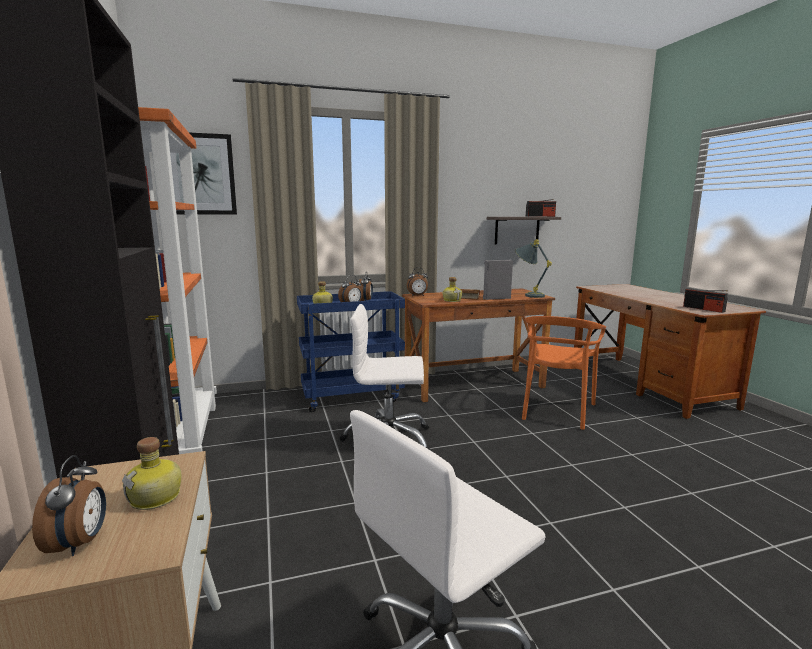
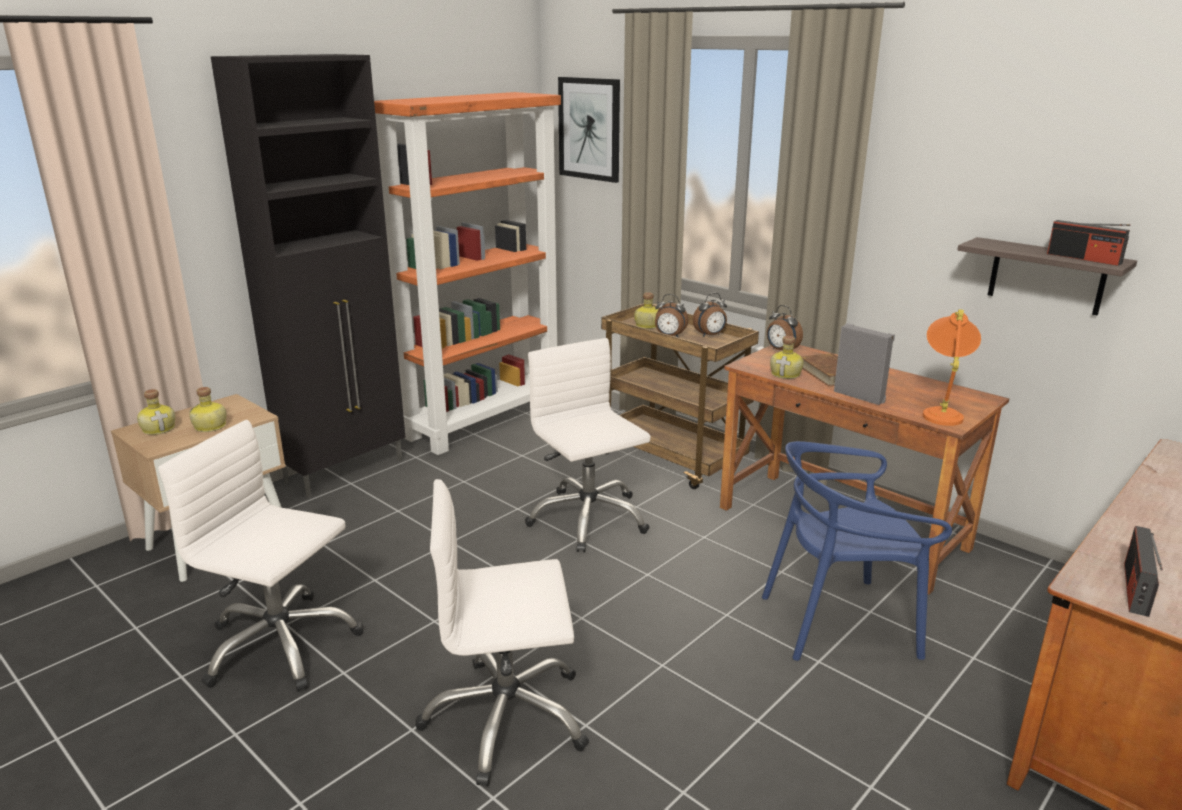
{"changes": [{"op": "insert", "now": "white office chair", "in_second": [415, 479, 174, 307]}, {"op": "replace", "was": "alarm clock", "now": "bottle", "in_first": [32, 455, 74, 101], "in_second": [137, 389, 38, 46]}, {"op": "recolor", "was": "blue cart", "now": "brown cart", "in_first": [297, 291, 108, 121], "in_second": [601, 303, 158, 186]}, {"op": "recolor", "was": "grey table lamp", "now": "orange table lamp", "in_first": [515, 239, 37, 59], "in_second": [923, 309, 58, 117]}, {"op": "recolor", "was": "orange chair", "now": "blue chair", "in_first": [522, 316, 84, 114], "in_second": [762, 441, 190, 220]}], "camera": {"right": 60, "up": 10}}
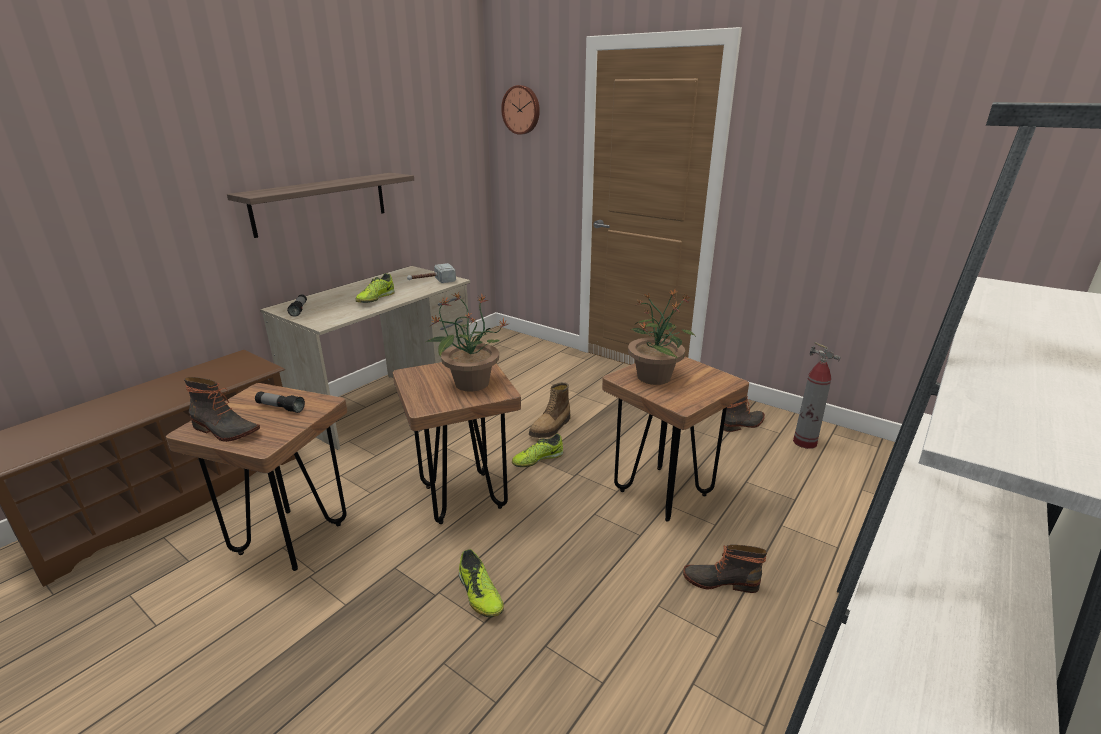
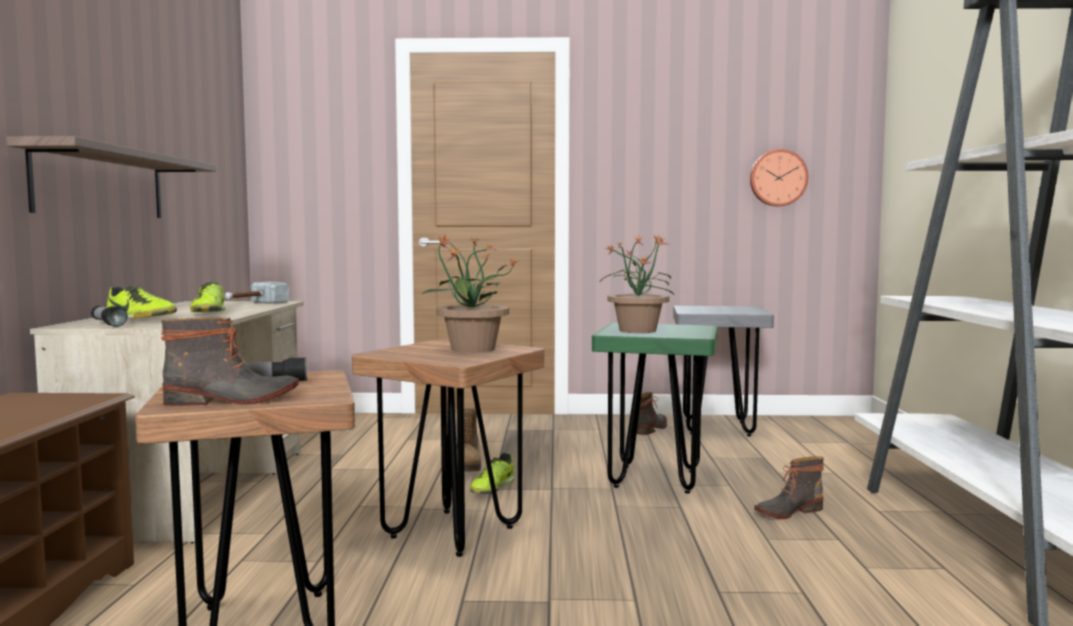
{"changes": [{"op": "move", "was": "shoe", "in_first": [459, 549, 45, 69], "in_second": [107, 286, 70, 32]}, {"op": "move", "was": "wall clock", "in_first": [501, 85, 39, 50], "in_second": [750, 149, 58, 57]}, {"op": "replace", "was": "fire extinguisher", "now": "grey stool", "in_first": [793, 342, 48, 107], "in_second": [673, 306, 101, 130]}, {"op": "recolor", "was": "brown stool", "now": "green stool", "in_first": [602, 356, 147, 166], "in_second": [592, 323, 126, 171]}], "camera": {"right": -35, "up": -20}}
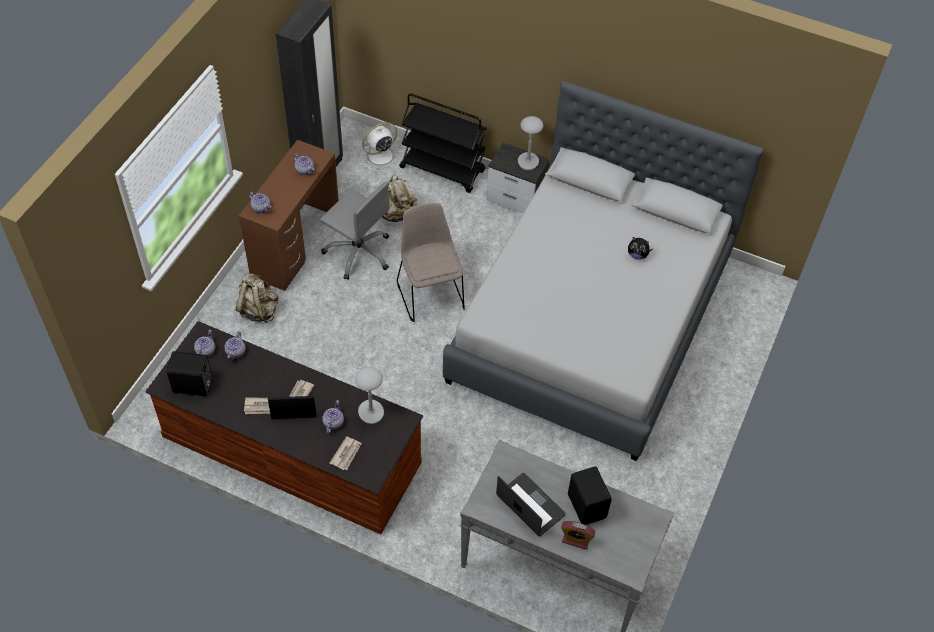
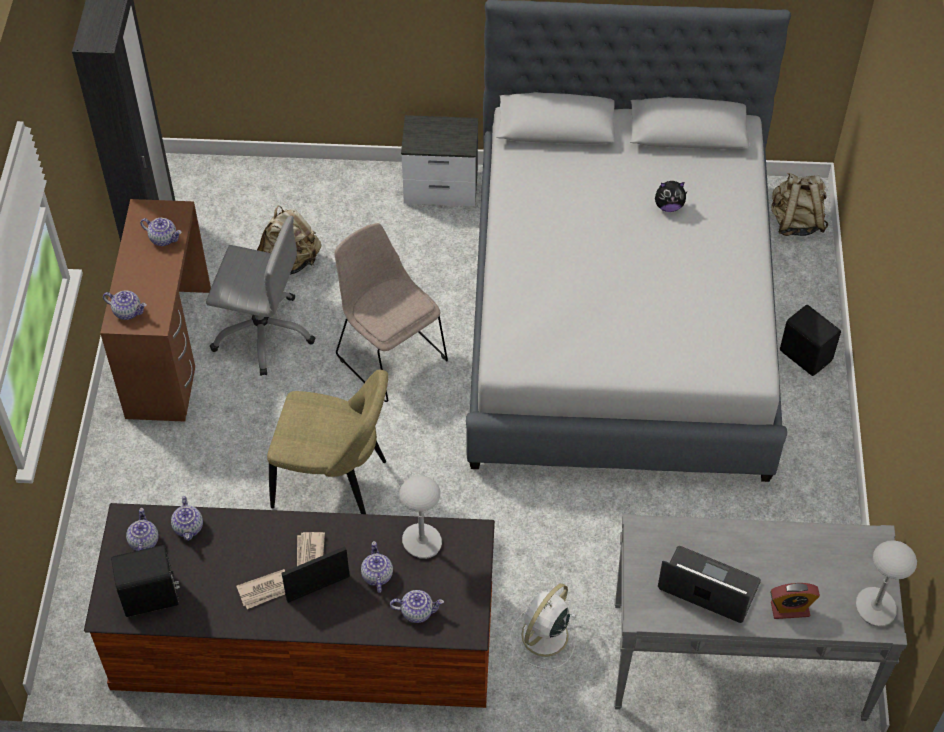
{"changes": [{"op": "delete", "was": "black cart", "in_first": [399, 93, 88, 100]}, {"op": "insert", "now": "beige chair", "in_second": [267, 370, 121, 144]}, {"op": "move", "was": "beige backpack", "in_first": [236, 274, 43, 49], "in_second": [771, 173, 57, 63]}, {"op": "move", "was": "white fan", "in_first": [361, 122, 41, 49], "in_second": [510, 583, 66, 86]}, {"op": "move", "was": "grey table lamp", "in_first": [518, 116, 25, 54], "in_second": [856, 540, 61, 87]}, {"op": "move", "was": "black speaker", "in_first": [568, 466, 44, 59], "in_second": [780, 305, 61, 71]}, {"op": "replace", "was": "newspaper", "now": "teapot", "in_first": [330, 436, 32, 34], "in_second": [390, 590, 54, 33]}], "camera": {"right": -20, "up": 0}}
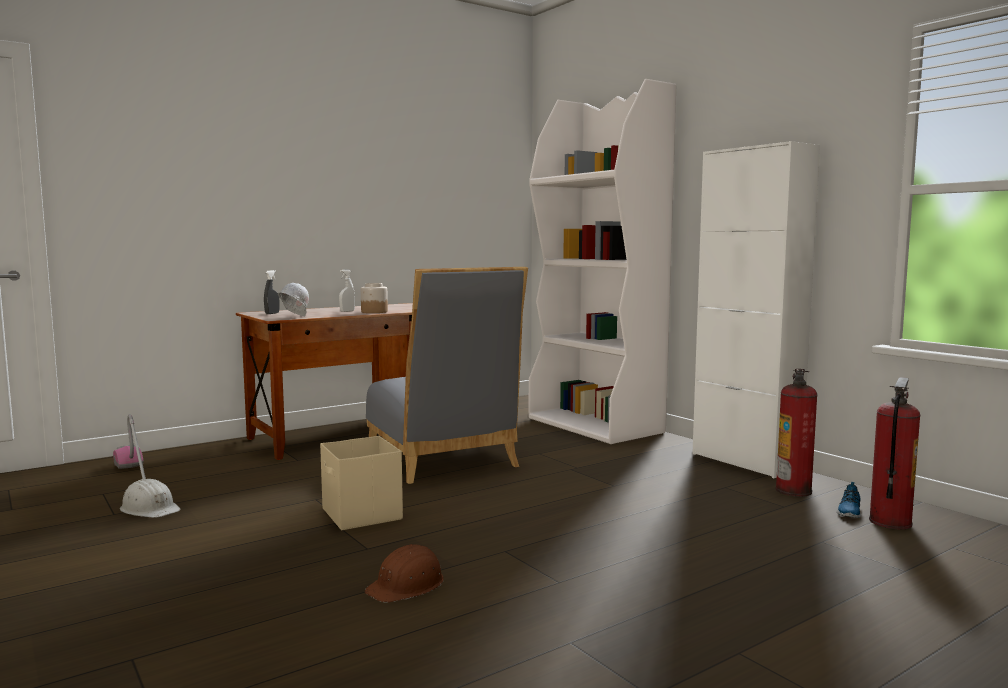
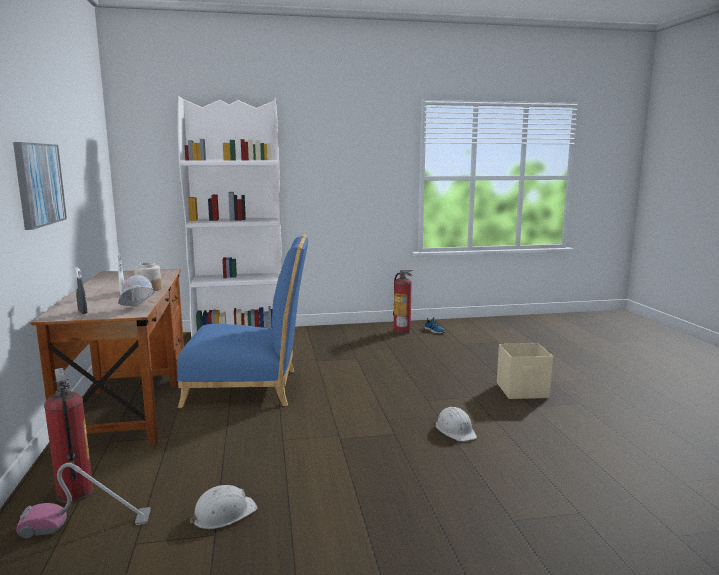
{"changes": [{"op": "delete", "was": "white cabinet", "in_first": [692, 141, 128, 337]}, {"op": "insert", "now": "picture", "in_second": [13, 142, 54, 88]}, {"op": "move", "was": "beige storage box", "in_first": [320, 436, 83, 94], "in_second": [497, 343, 56, 56]}, {"op": "move", "was": "fire extinguisher", "in_first": [869, 377, 51, 152], "in_second": [44, 368, 50, 135]}, {"op": "recolor", "was": "brown hard hat", "now": "white hard hat", "in_first": [365, 544, 79, 59], "in_second": [435, 407, 42, 35]}, {"op": "recolor", "was": "grey chair", "now": "blue chair", "in_first": [366, 267, 162, 217], "in_second": [177, 235, 131, 173]}], "camera": {"right": -65, "up": 5}}
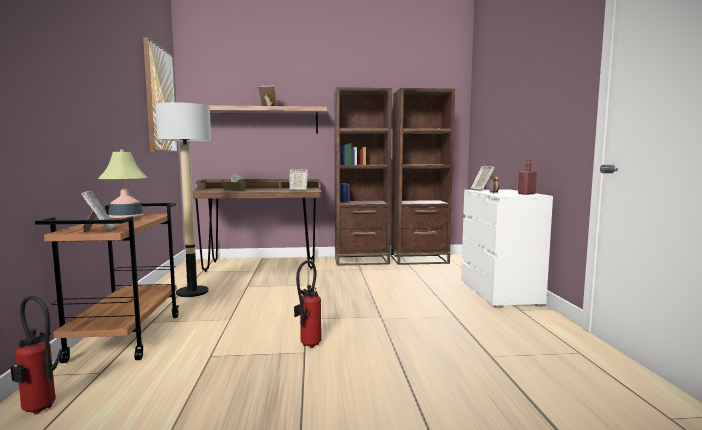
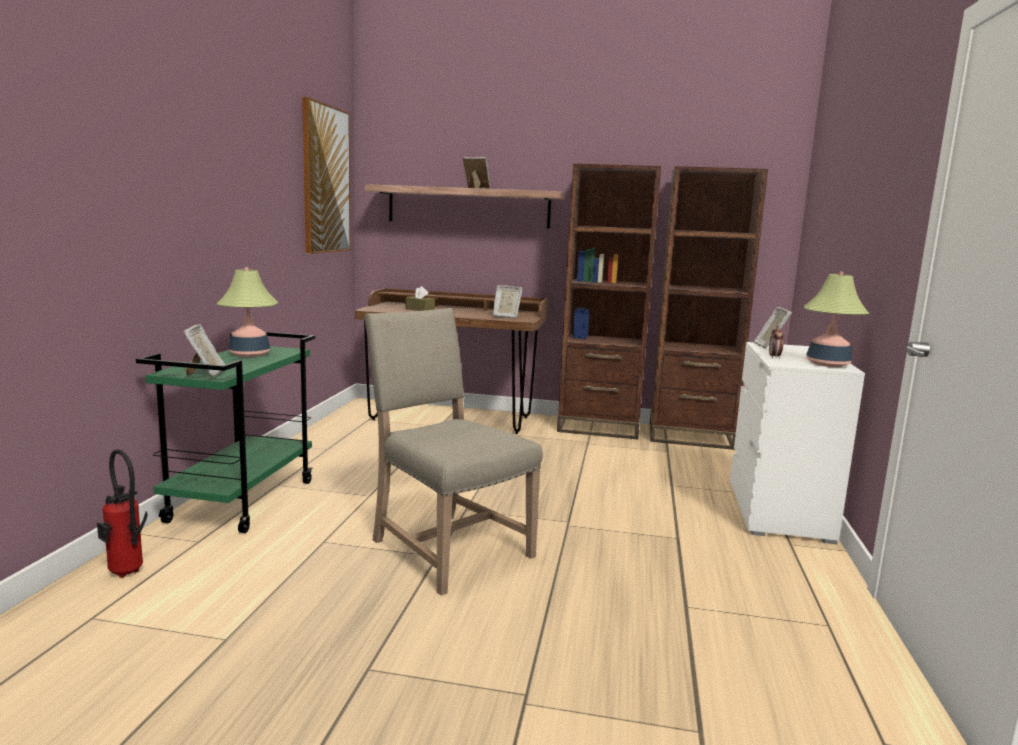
{"changes": [{"op": "delete", "was": "floor lamp", "in_first": [155, 102, 56, 195]}, {"op": "replace", "was": "fire extinguisher", "now": "beige chair", "in_first": [294, 260, 27, 88], "in_second": [364, 308, 179, 288]}, {"op": "replace", "was": "red bottle", "now": "table lamp", "in_first": [518, 159, 19, 36], "in_second": [804, 271, 65, 96]}, {"op": "recolor", "was": "brown cart", "now": "green cart", "in_first": [35, 203, 144, 160], "in_second": [136, 332, 179, 201]}], "camera": {"right": 15, "up": 5}}
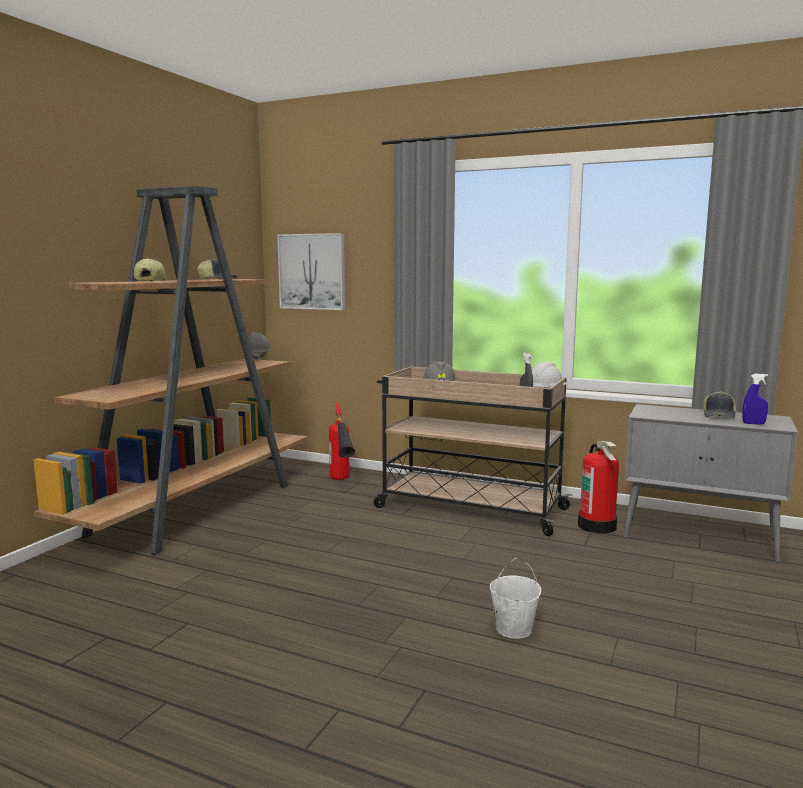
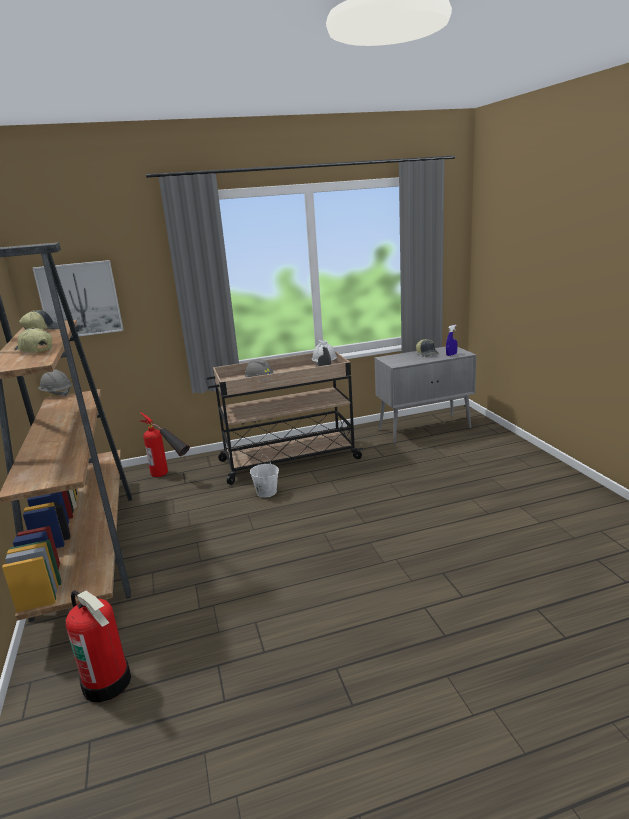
{"changes": [{"op": "move", "was": "white bucket", "in_first": [490, 558, 51, 81], "in_second": [250, 455, 29, 43]}, {"op": "move", "was": "fire extinguisher", "in_first": [578, 441, 41, 93], "in_second": [66, 590, 65, 112]}], "camera": {"right": -40, "up": 10}}
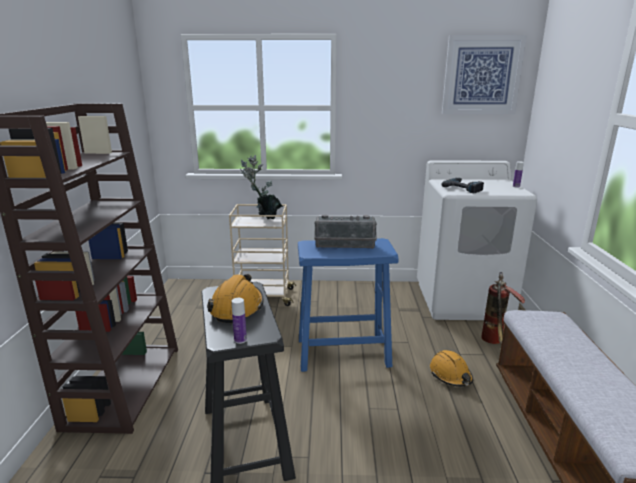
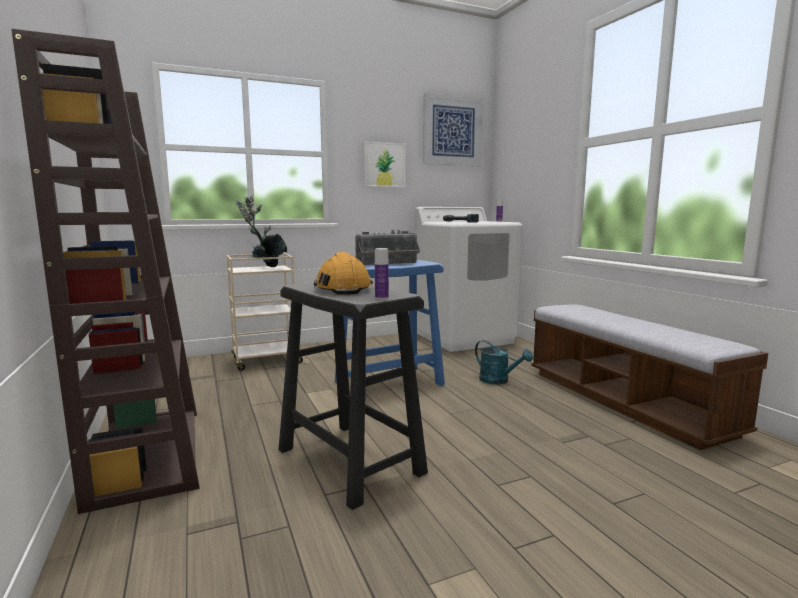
{"changes": [{"op": "delete", "was": "fire extinguisher", "in_first": [481, 272, 44, 72]}, {"op": "insert", "now": "picture", "in_second": [364, 141, 41, 46]}, {"op": "replace", "was": "orange hard hat", "now": "turquoise watering can", "in_first": [430, 350, 43, 37], "in_second": [475, 340, 58, 44]}], "camera": {"right": -25, "up": -10}}
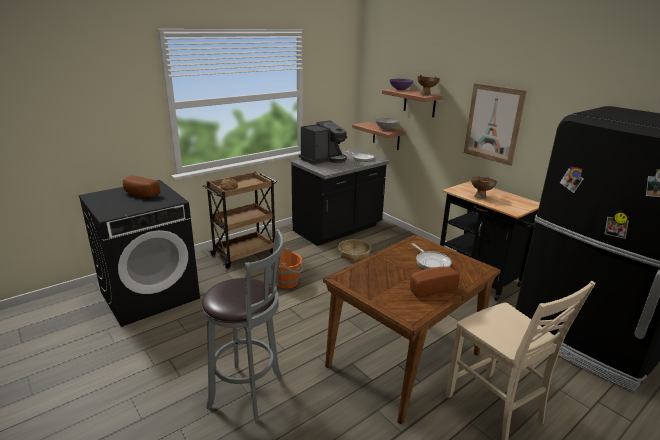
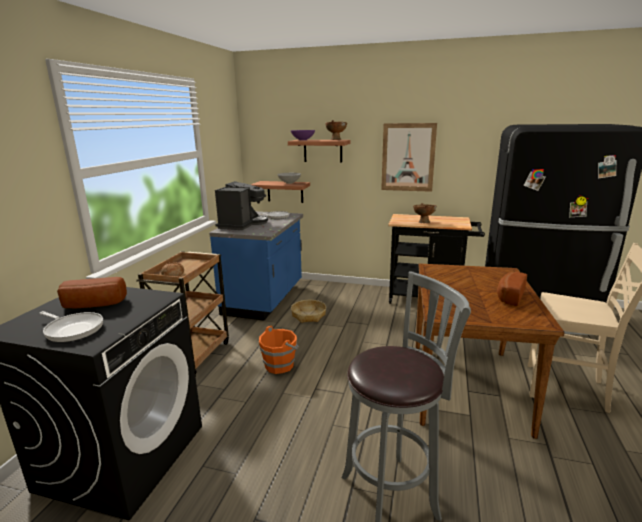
{"changes": [{"op": "move", "was": "frying pan", "in_first": [412, 243, 40, 26], "in_second": [39, 311, 64, 31]}, {"op": "recolor", "was": "black counter", "now": "blue counter", "in_first": [291, 148, 99, 98], "in_second": [209, 211, 94, 110]}], "camera": {"right": -35, "up": -5}}
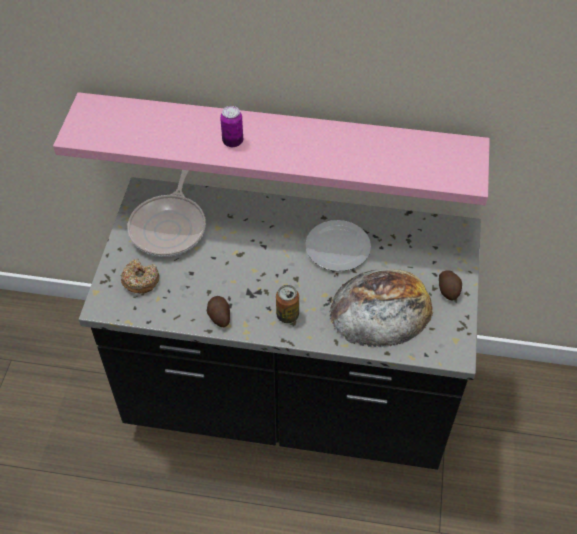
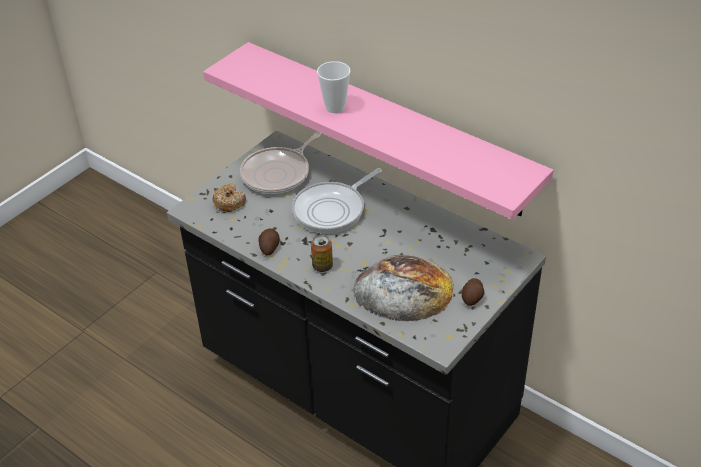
{"changes": [{"op": "delete", "was": "plate", "in_first": [306, 220, 65, 51]}, {"op": "insert", "now": "frying pan", "in_second": [292, 168, 90, 66]}, {"op": "replace", "was": "can", "now": "cup", "in_first": [220, 106, 23, 41], "in_second": [317, 61, 34, 52]}], "camera": {"right": 30, "up": -10}}
